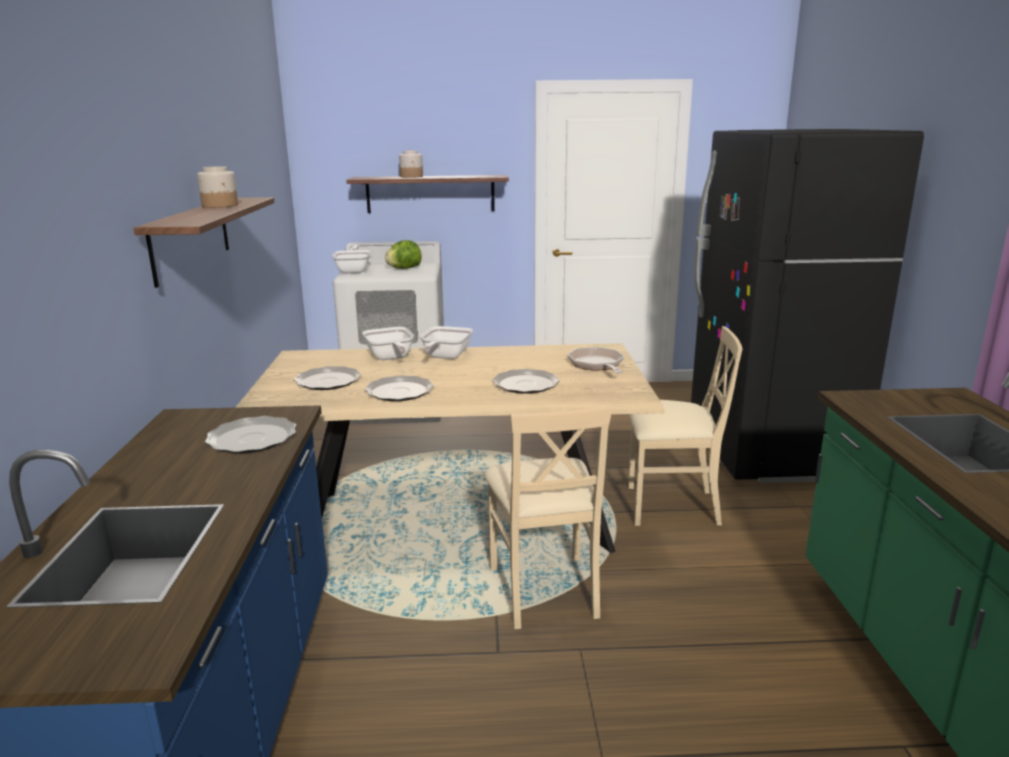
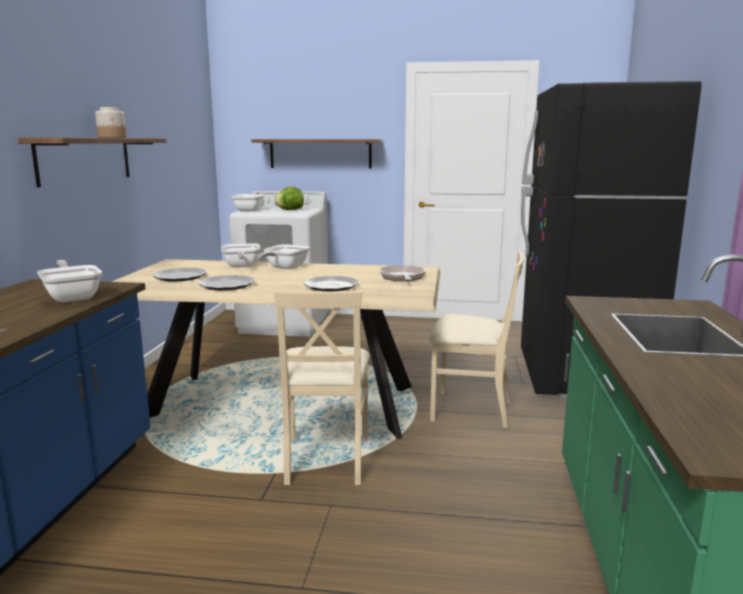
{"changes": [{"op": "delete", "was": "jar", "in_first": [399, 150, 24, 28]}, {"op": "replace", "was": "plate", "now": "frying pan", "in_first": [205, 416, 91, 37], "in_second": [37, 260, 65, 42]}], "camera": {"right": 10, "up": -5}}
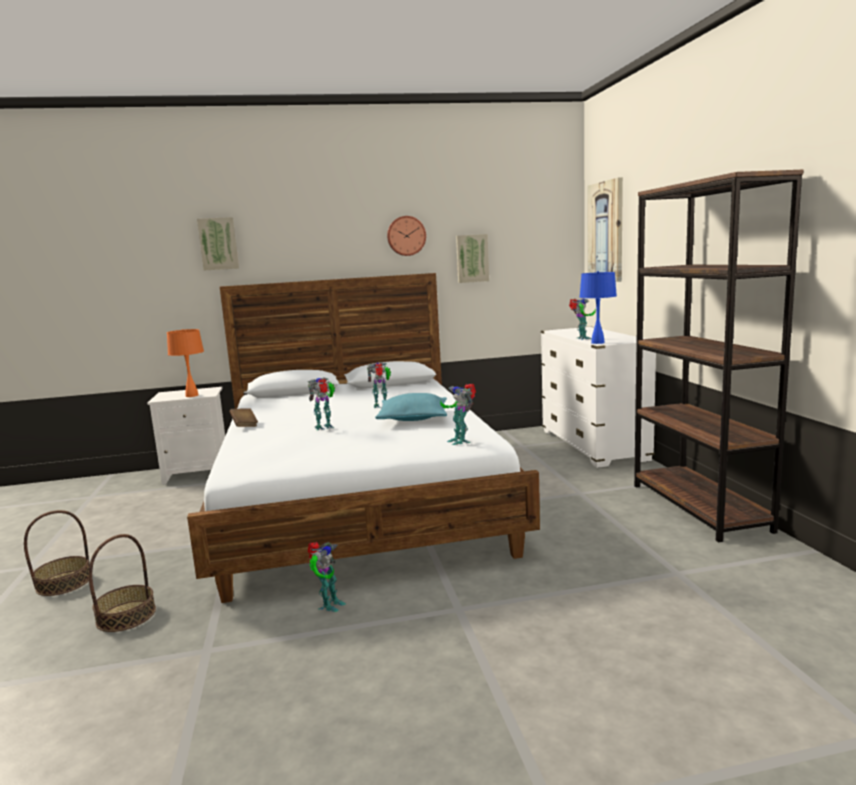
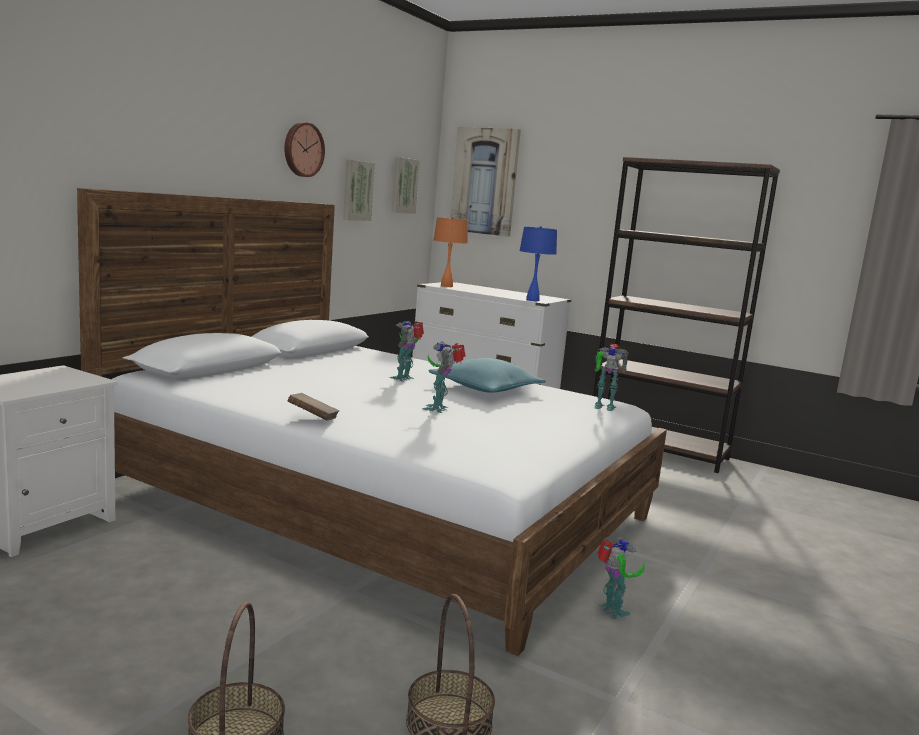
{"changes": [{"op": "delete", "was": "toy robot", "in_first": [569, 299, 27, 41]}, {"op": "move", "was": "orange table lamp", "in_first": [167, 329, 37, 68], "in_second": [433, 217, 35, 70]}, {"op": "move", "was": "picture", "in_first": [197, 217, 42, 54], "in_second": [391, 157, 29, 57]}], "camera": {"right": -50, "up": 0}}
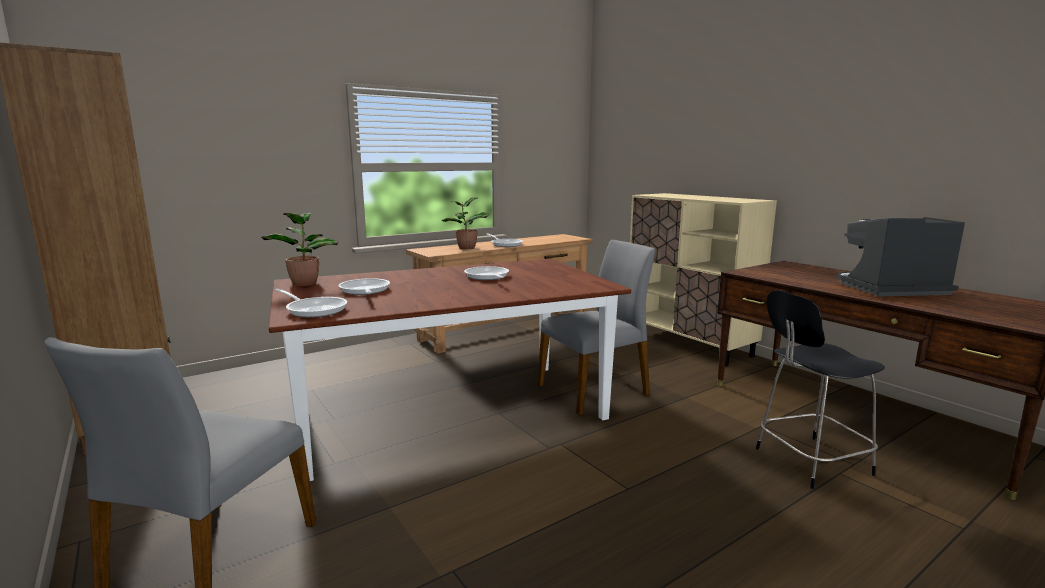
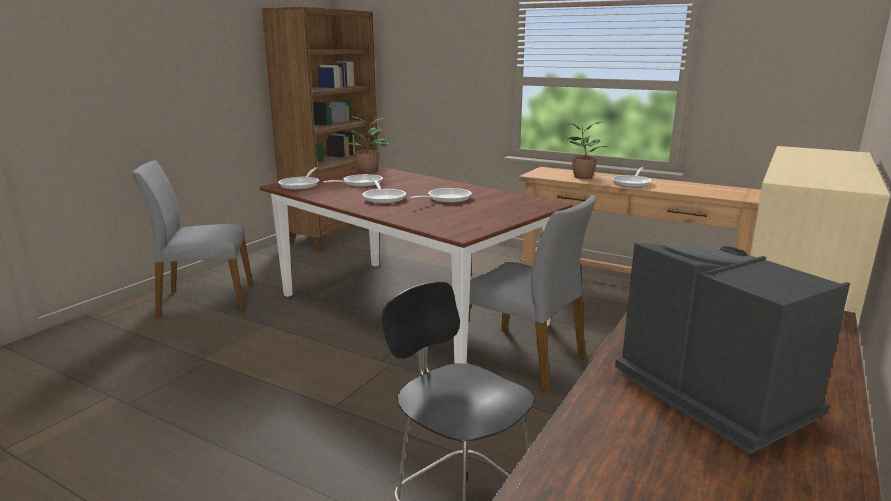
{"changes": [{"op": "insert", "now": "frying pan", "in_second": [362, 179, 44, 25]}], "camera": {"right": 65, "up": 5}}
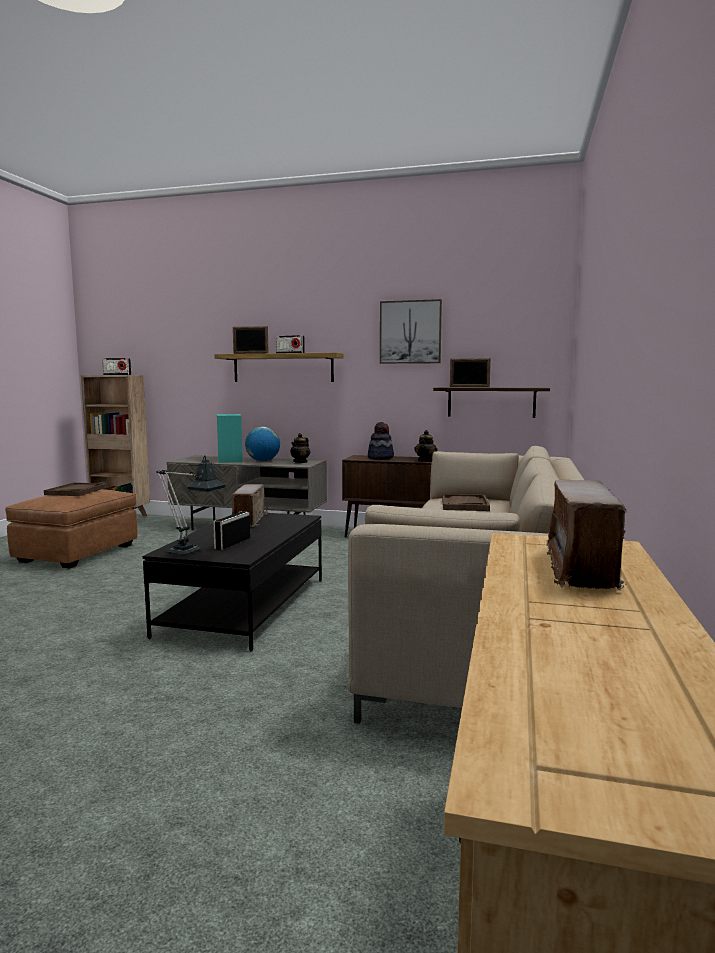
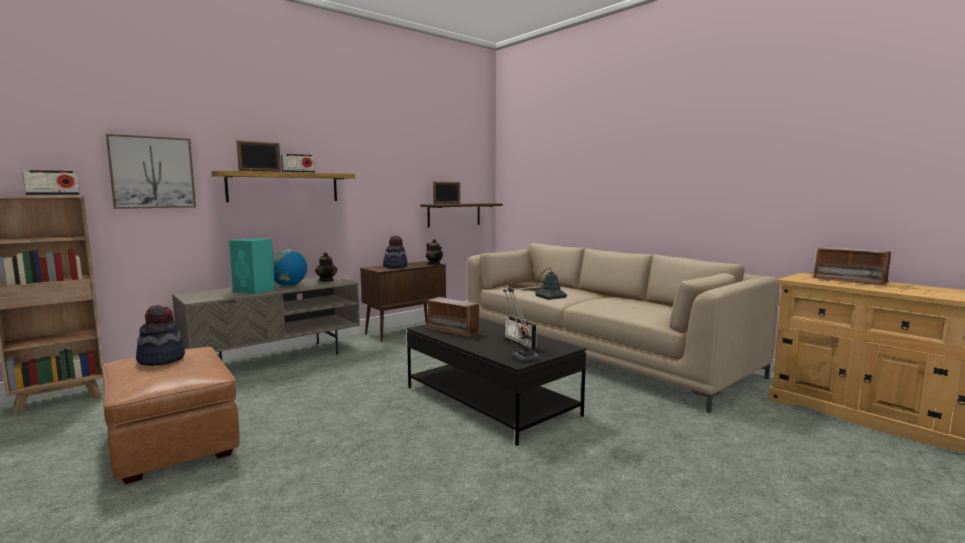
{"changes": [{"op": "move", "was": "picture", "in_first": [380, 299, 62, 65], "in_second": [106, 134, 90, 75]}, {"op": "replace", "was": "brown tray", "now": "hat", "in_first": [44, 482, 63, 14], "in_second": [136, 305, 49, 61]}], "camera": {"right": -55, "up": 0}}
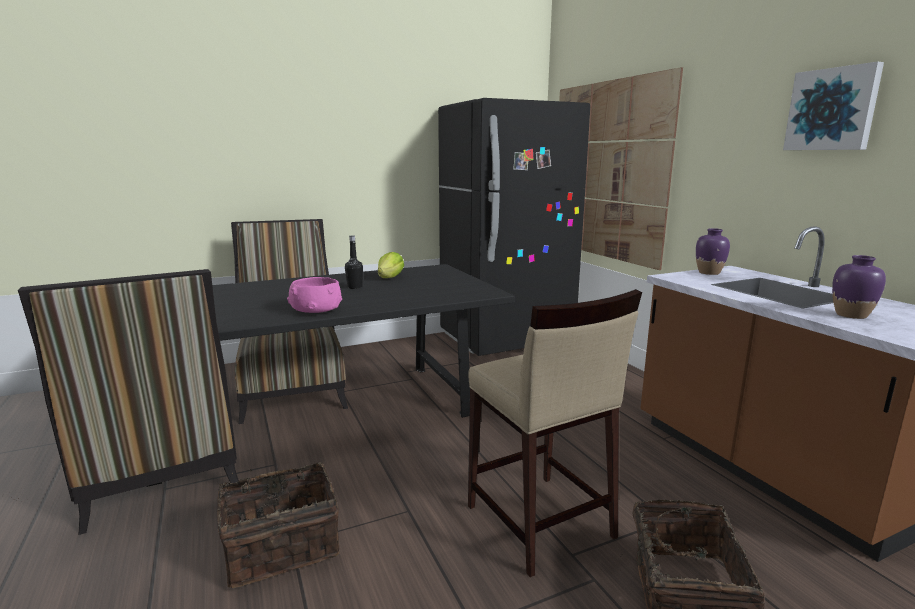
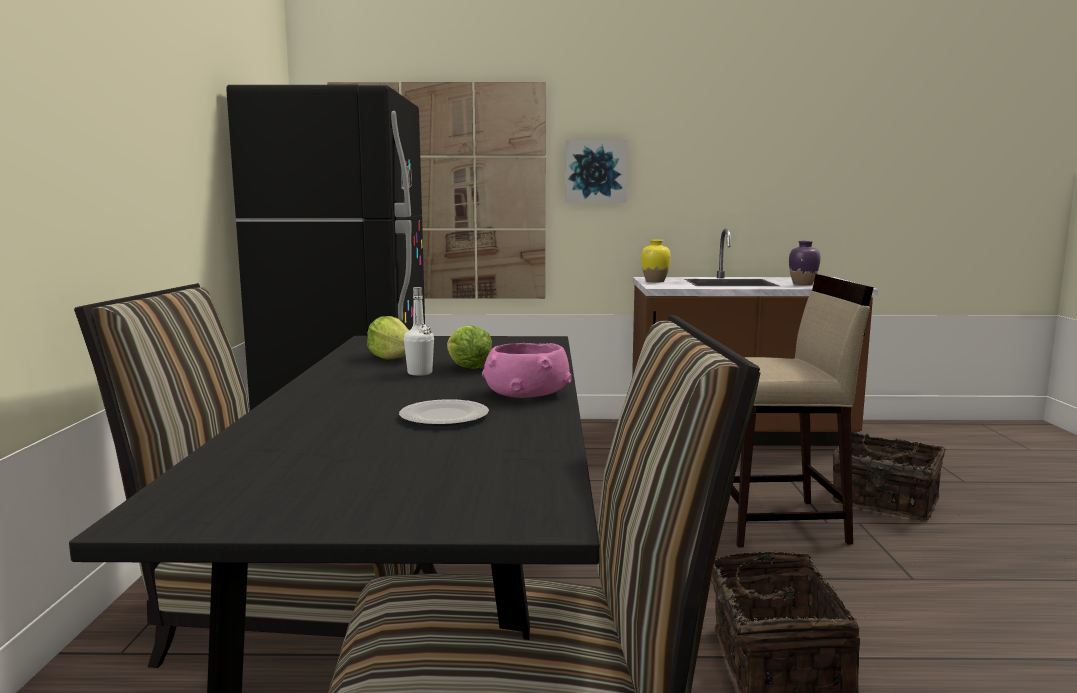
{"changes": [{"op": "insert", "now": "plate", "in_second": [399, 399, 90, 27]}, {"op": "insert", "now": "lettuce", "in_second": [447, 326, 45, 43]}, {"op": "move", "was": "picture", "in_first": [783, 62, 101, 88], "in_second": [565, 140, 63, 63]}, {"op": "recolor", "was": "black bottle", "now": "white bottle", "in_first": [345, 236, 18, 53], "in_second": [404, 287, 30, 89]}, {"op": "recolor", "was": "purple vase", "now": "yellow vase", "in_first": [696, 228, 34, 47], "in_second": [641, 239, 30, 43]}], "camera": {"right": -65, "up": -5}}
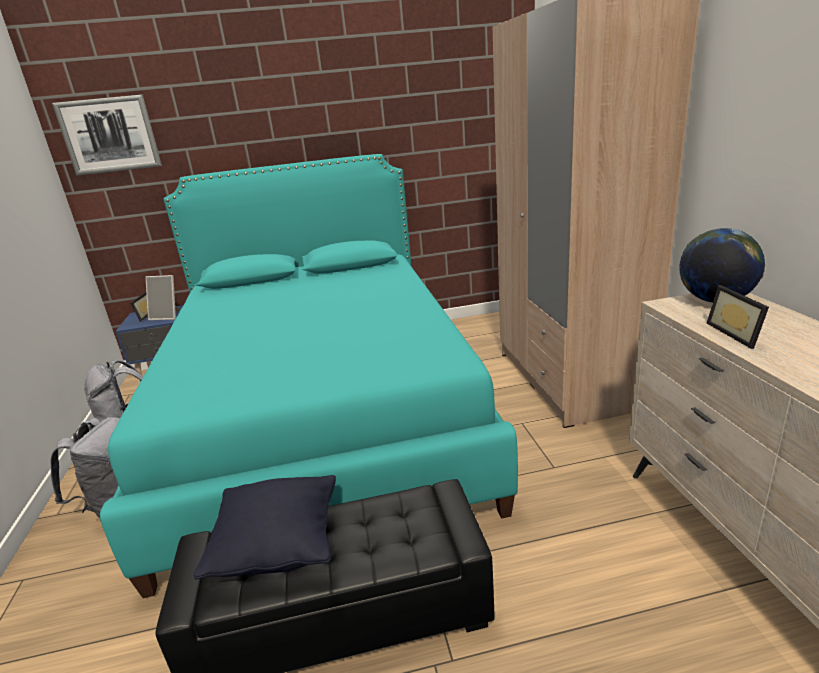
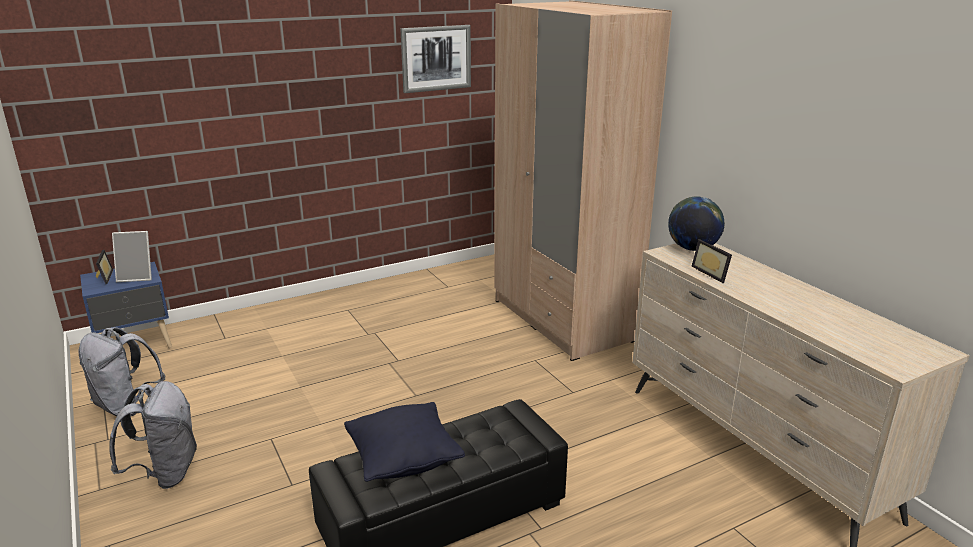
{"changes": [{"op": "delete", "was": "turquoise bed", "in_first": [100, 154, 418, 444]}, {"op": "move", "was": "picture", "in_first": [52, 95, 110, 81], "in_second": [400, 25, 71, 68]}], "camera": {"right": -20, "up": 0}}
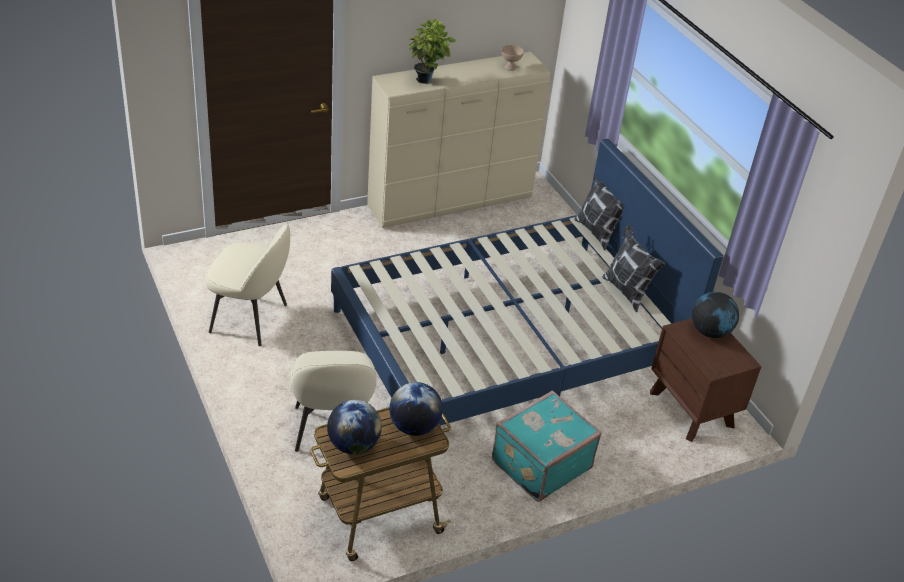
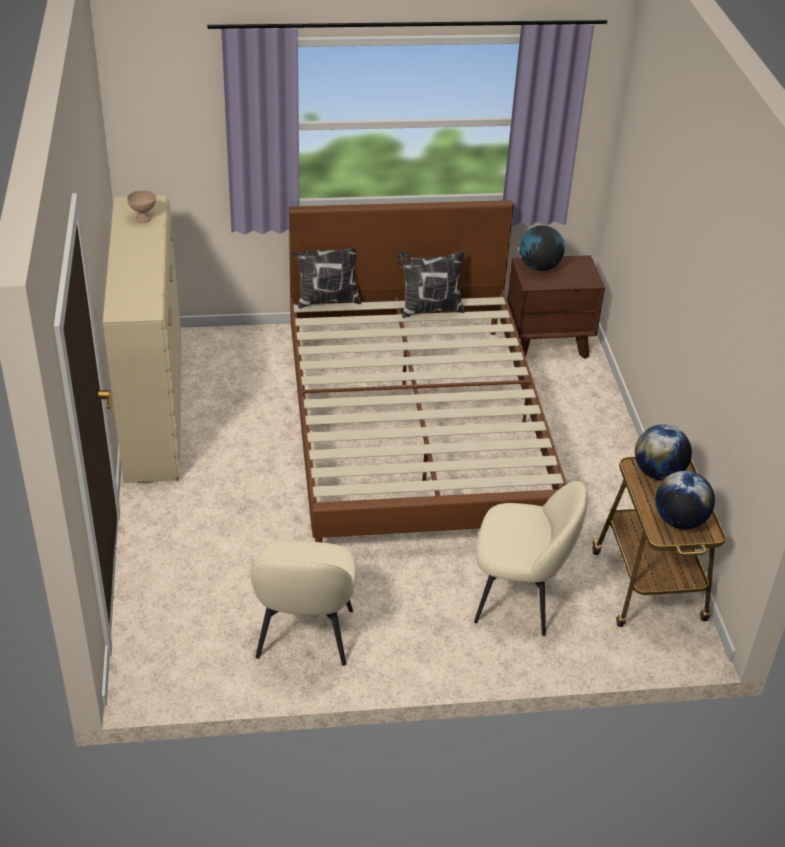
{"changes": [{"op": "delete", "was": "potted plant", "in_first": [409, 19, 48, 65]}, {"op": "delete", "was": "turquoise suitcase", "in_first": [492, 390, 110, 112]}, {"op": "recolor", "was": "blue bed", "now": "brown bed", "in_first": [331, 139, 392, 287], "in_second": [289, 200, 278, 342]}, {"op": "rotate", "was": "beige chair", "in_first": [205, 224, 85, 122], "in_second": [251, 540, 106, 126], "clockwise": 150}], "camera": {"right": -70, "up": 0}}
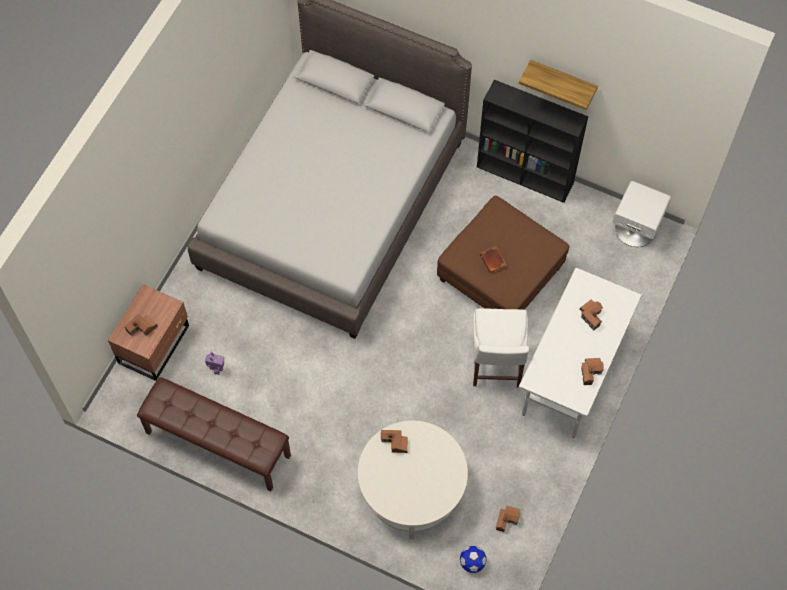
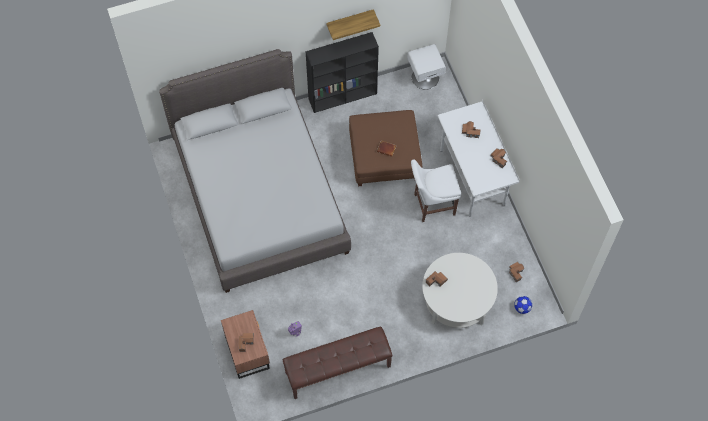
{"changes": [{"op": "rotate", "was": "white chair", "in_first": [473, 308, 57, 80], "in_second": [411, 159, 50, 63], "clockwise": 120}], "camera": {"right": -45, "up": 0}}
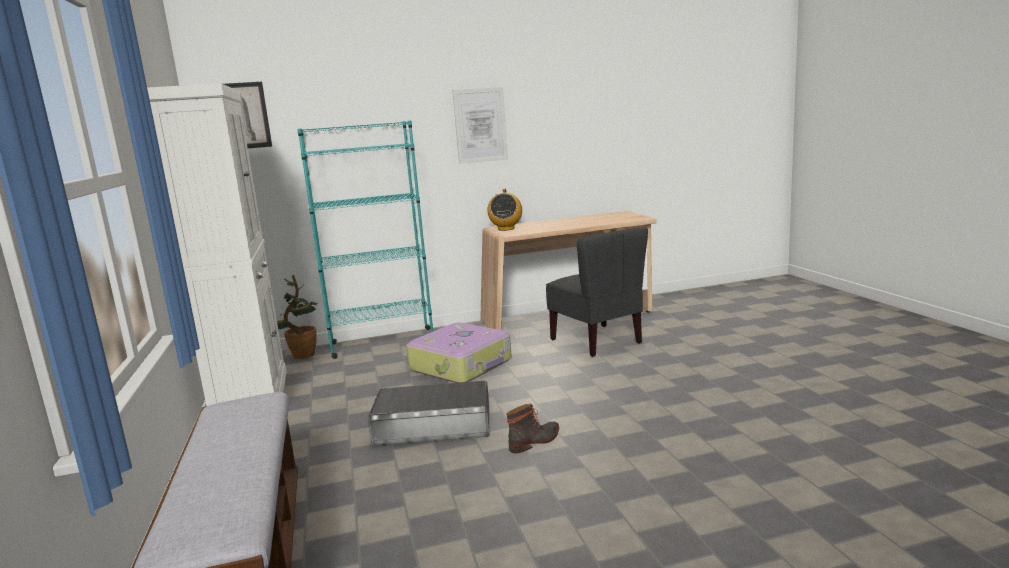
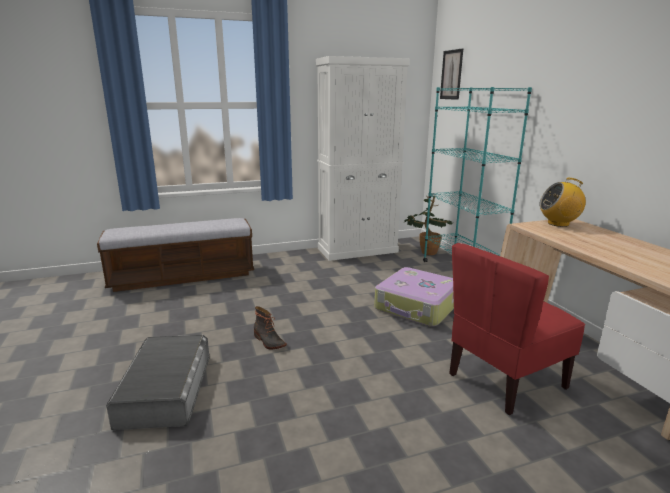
{"changes": [{"op": "delete", "was": "picture", "in_first": [453, 87, 55, 77]}, {"op": "move", "was": "grey storage box", "in_first": [368, 381, 121, 65], "in_second": [106, 335, 104, 95]}, {"op": "recolor", "was": "grey chair", "now": "red chair", "in_first": [546, 227, 102, 130], "in_second": [449, 243, 136, 172]}], "camera": {"right": 85, "up": 5}}
